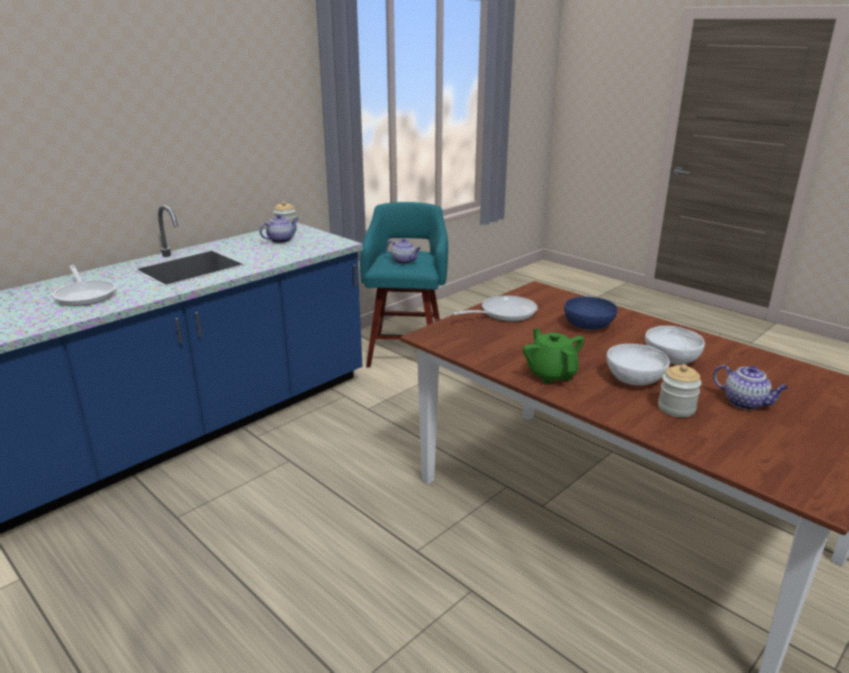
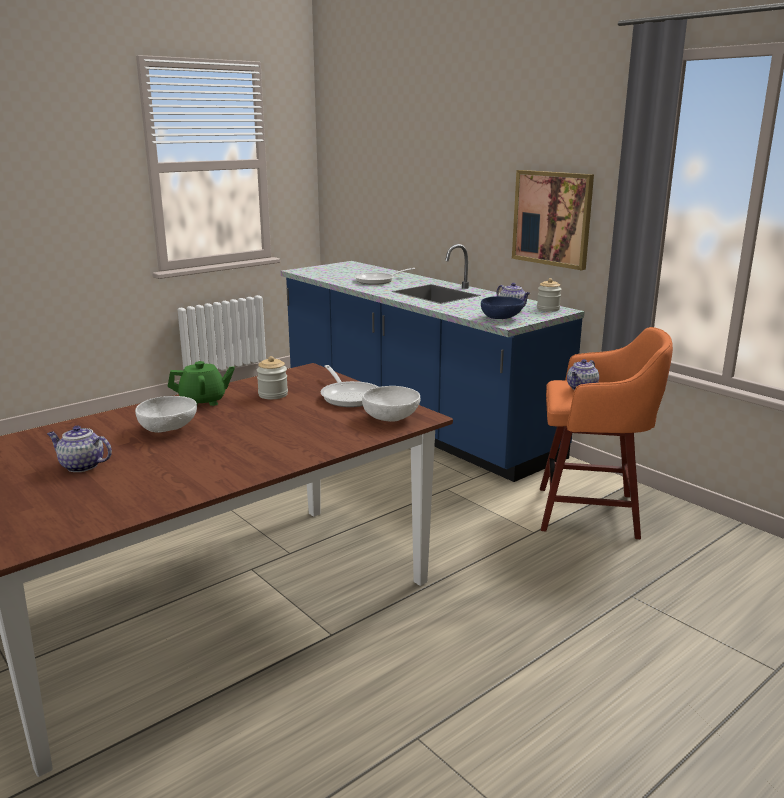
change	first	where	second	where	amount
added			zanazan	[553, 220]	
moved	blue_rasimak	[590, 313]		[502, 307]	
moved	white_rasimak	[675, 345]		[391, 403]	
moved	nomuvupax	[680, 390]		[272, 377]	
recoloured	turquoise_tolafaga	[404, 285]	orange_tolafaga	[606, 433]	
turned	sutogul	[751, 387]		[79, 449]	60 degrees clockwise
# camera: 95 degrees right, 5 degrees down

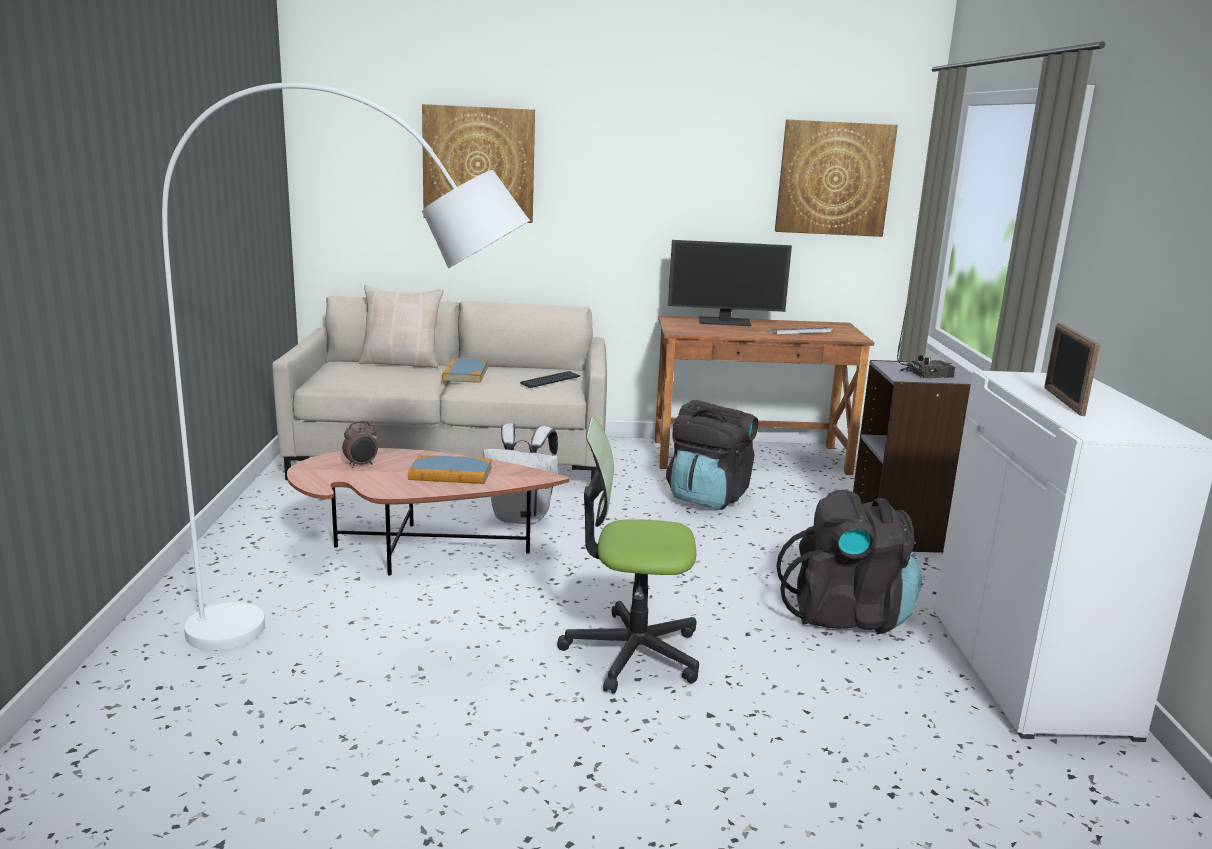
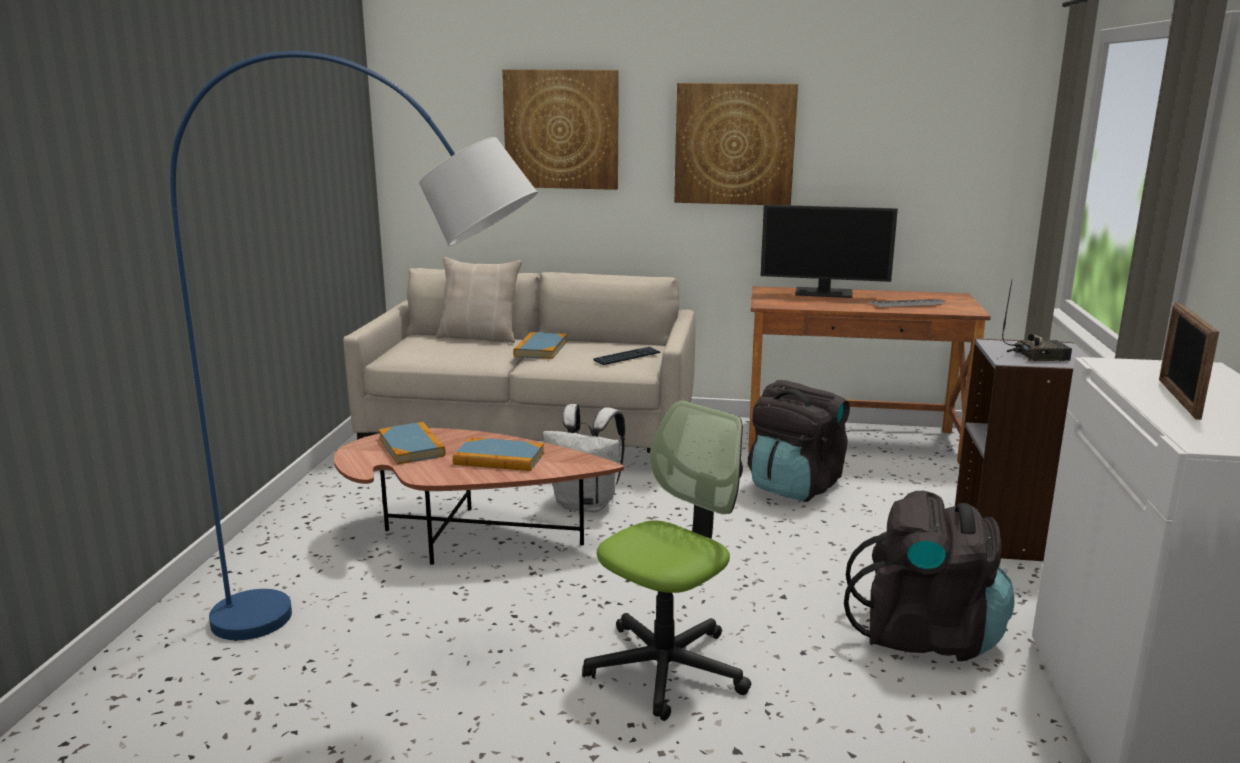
change	first	where	second	where	amount
moved	zanazan	[836, 178]		[736, 144]	
replaced	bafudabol	[360, 444]	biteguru	[412, 443]	
recoloured	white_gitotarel	[346, 366]	blue_gitotarel	[354, 345]	
turned	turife	[628, 555]		[667, 560]	120 degrees clockwise
# camera: 10 degrees right, 0 degrees up

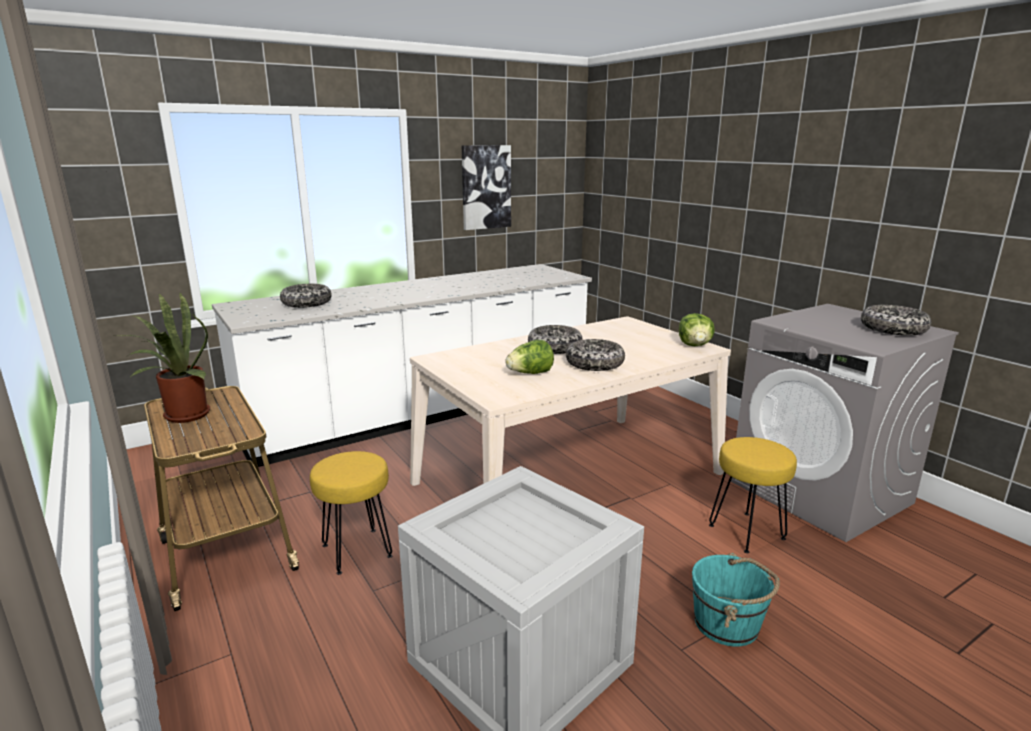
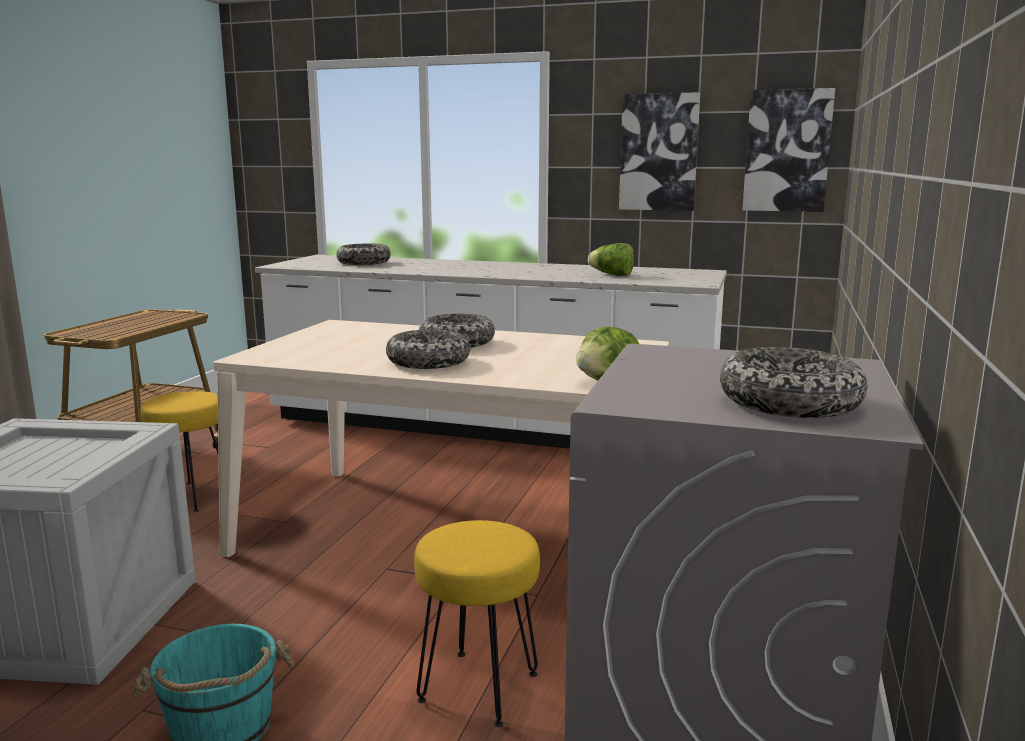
change	first	where	second	where	amount
removed	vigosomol	[163, 357]			
added			zanazan	[789, 150]	
moved	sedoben	[529, 357]		[611, 259]	
# camera: 50 degrees right, 5 degrees down

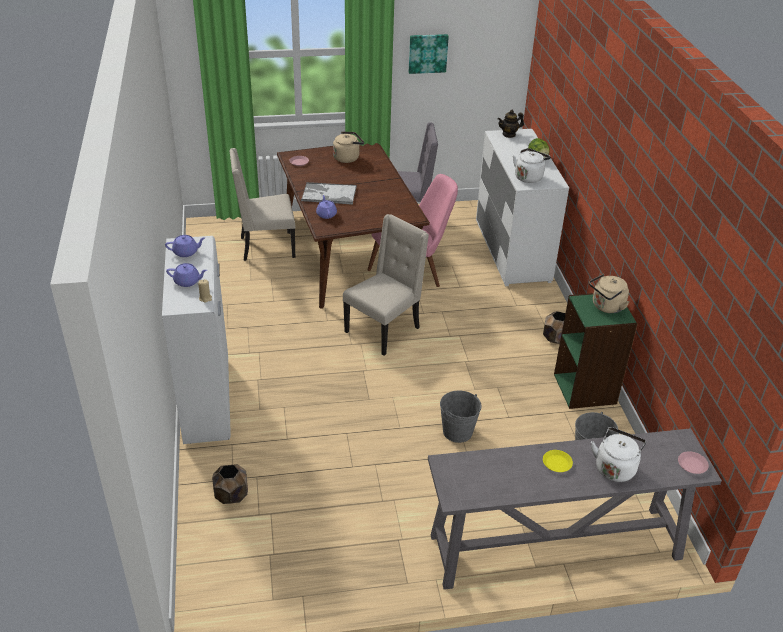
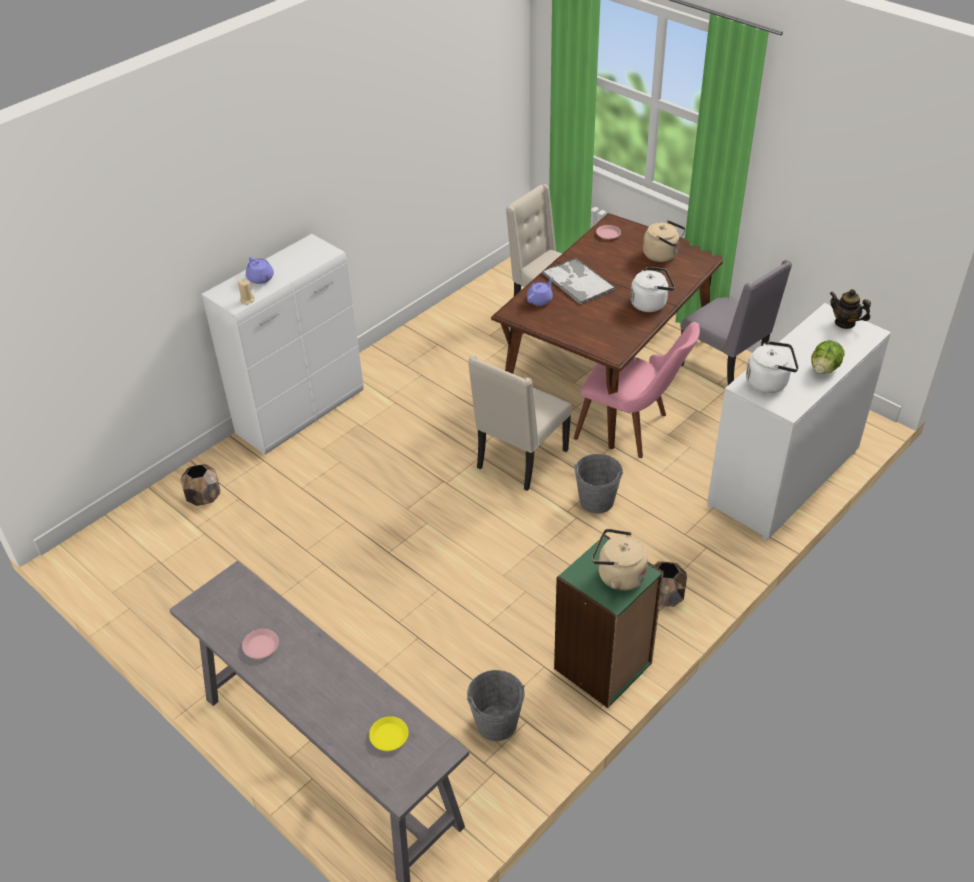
change	first	where	second	where	amount
removed	purple_sutogul	[185, 246]			
removed	zanazan	[429, 54]			
moved	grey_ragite	[461, 416]		[598, 484]	
moved	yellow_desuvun	[558, 461]		[388, 733]	
moved	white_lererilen	[618, 454]		[652, 289]	
moved	pink_desuvun	[693, 462]		[260, 644]	
turned	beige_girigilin	[386, 285]		[520, 423]	120 degrees clockwise
# camera: 55 degrees right, 5 degrees up

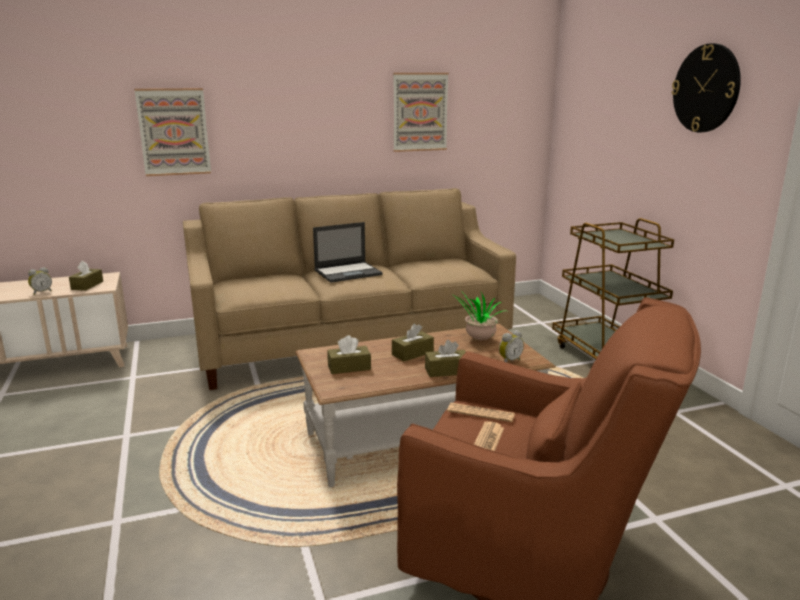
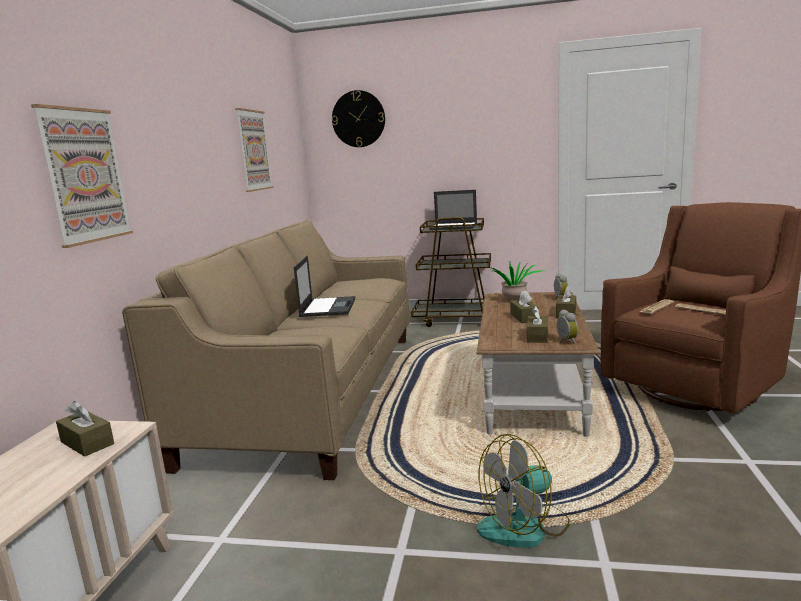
change	first	where	second	where	amount
added			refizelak	[453, 210]	
added			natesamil	[523, 491]	
moved	bafudabol	[40, 281]		[567, 327]	
moved	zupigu	[706, 87]		[358, 118]	
# camera: 60 degrees left, 5 degrees down

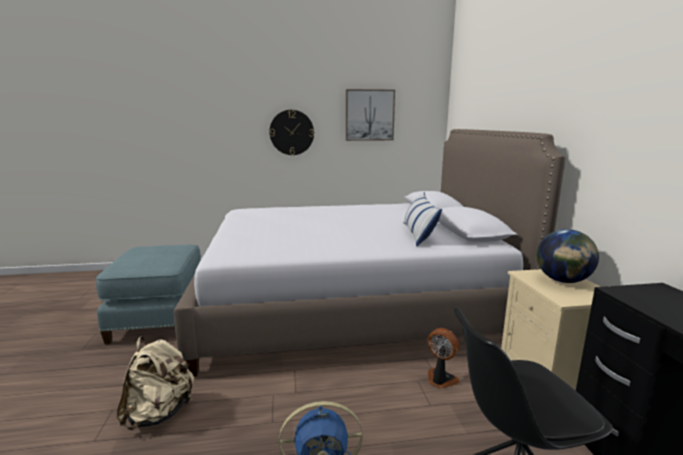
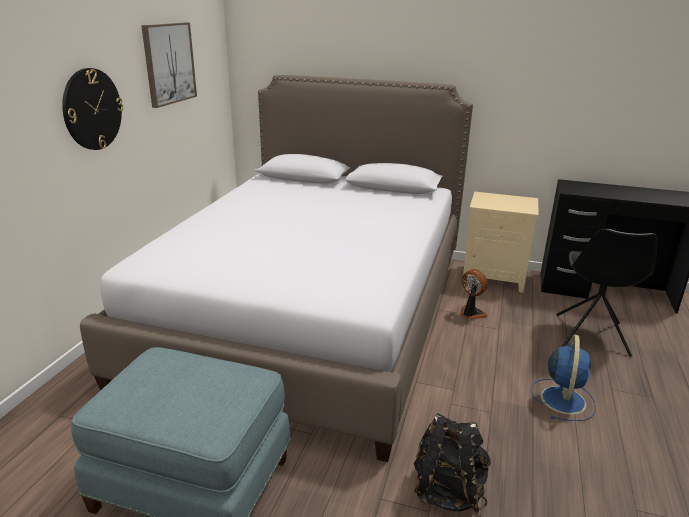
change	first	where	second	where	amount
removed	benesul	[423, 219]			
removed	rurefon	[568, 256]			
recoloured	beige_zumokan	[155, 383]	black_zumokan	[452, 463]	
turned	natesamil	[443, 358]		[474, 294]	75 degrees clockwise
# camera: 65 degrees left, 10 degrees up

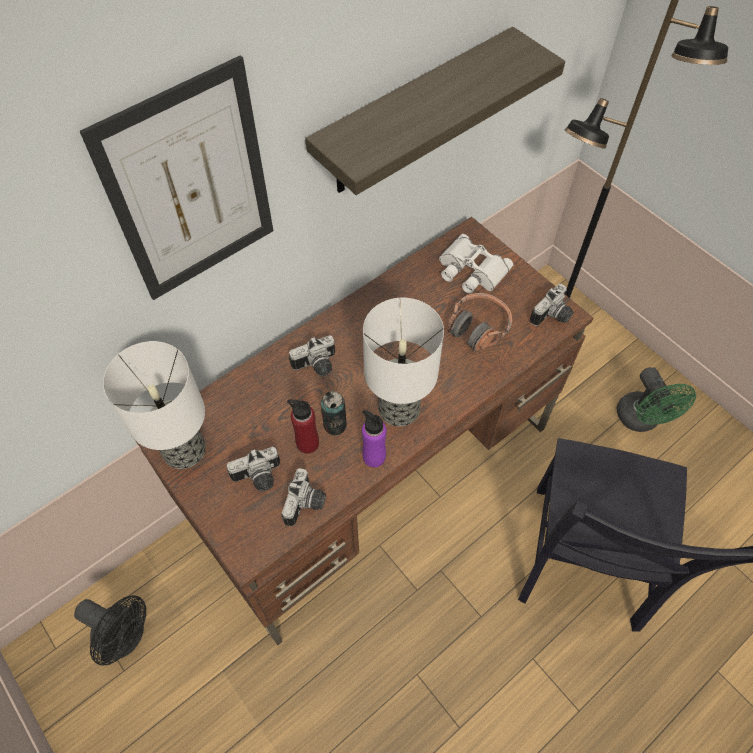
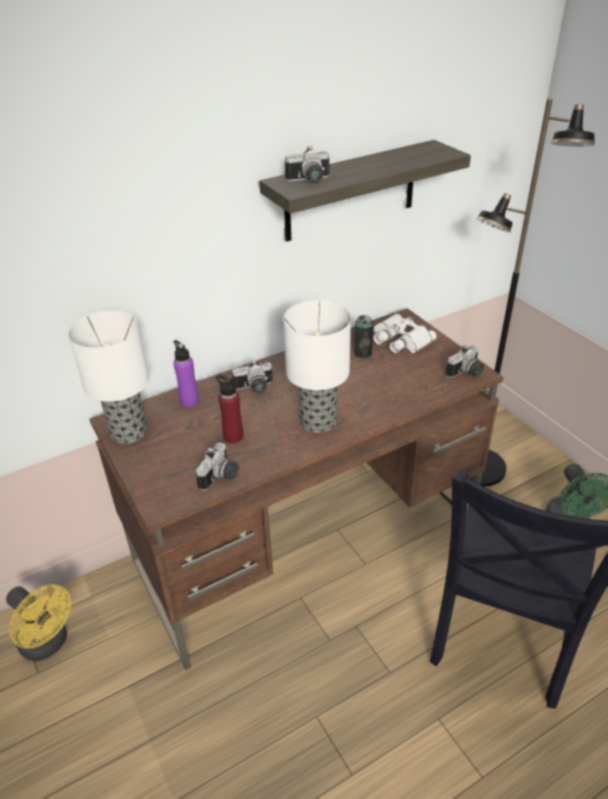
change	first	where	second	where	amount
removed	zanazan	[176, 177]			
removed	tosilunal	[480, 322]			
moved	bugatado	[253, 468]		[307, 164]	
moved	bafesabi	[334, 413]		[363, 336]	
moved	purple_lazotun	[374, 438]		[186, 373]	
recoloured	black_natesamil	[110, 630]	yellow_natesamil	[38, 622]	
# camera: 10 degrees right, 20 degrees down

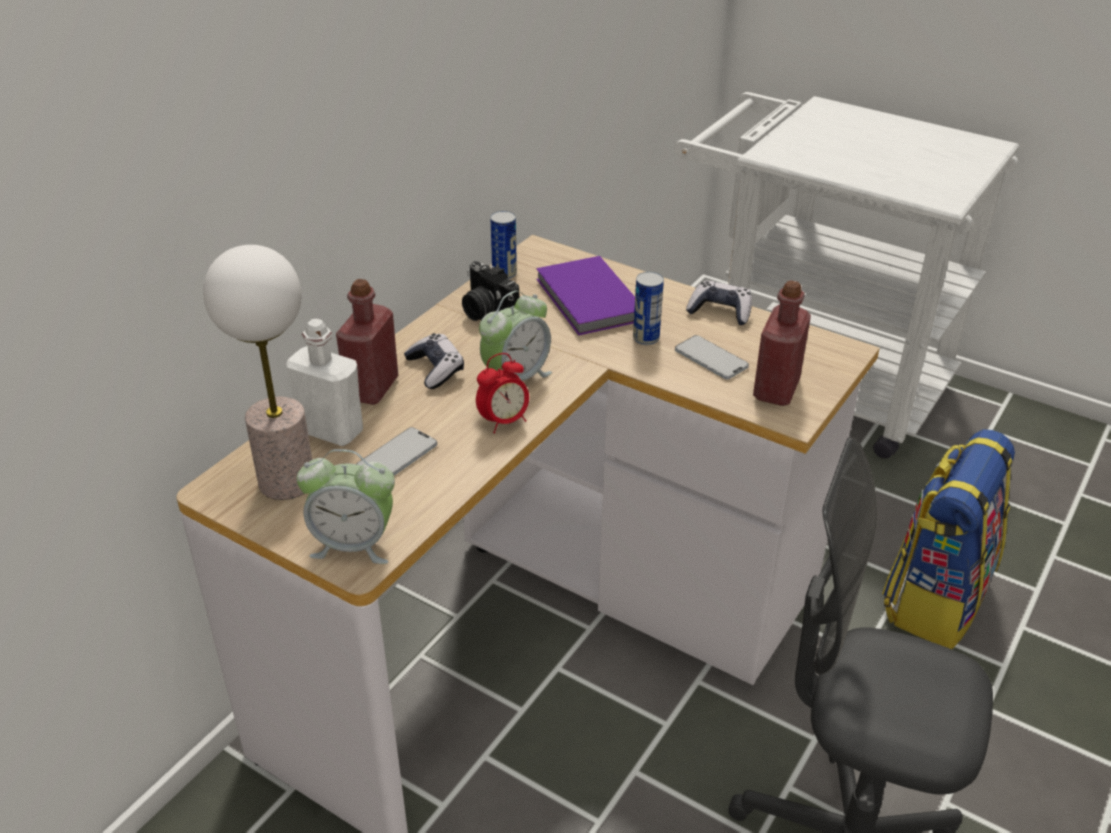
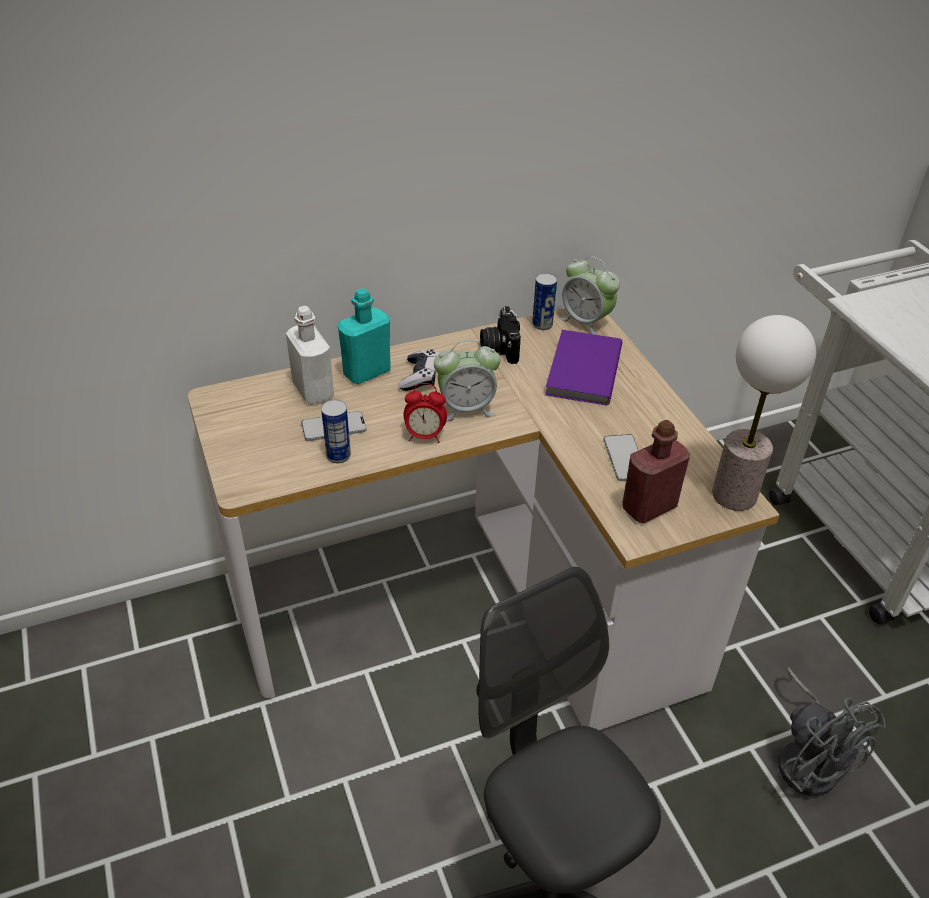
change	first	where	second	where	amount
removed	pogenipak	[719, 302]			
moved	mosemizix	[257, 372]		[764, 413]	
moved	bafudabol	[346, 506]		[589, 295]	
moved	bafesabi	[648, 308]		[336, 431]	
replaced	zumokan	[948, 539]	grey_natesamil	[832, 731]	
recoloured	red_lazotun	[367, 342]	turquoise_lazotun	[364, 336]	
# camera: 35 degrees right, 5 degrees up

